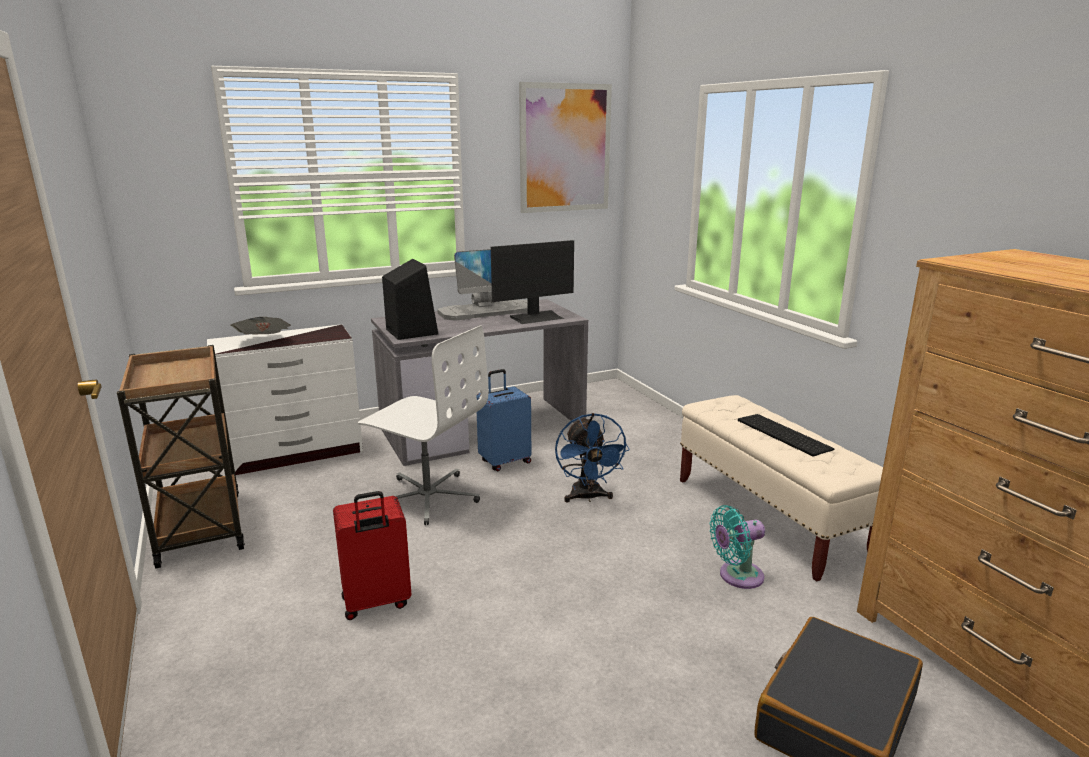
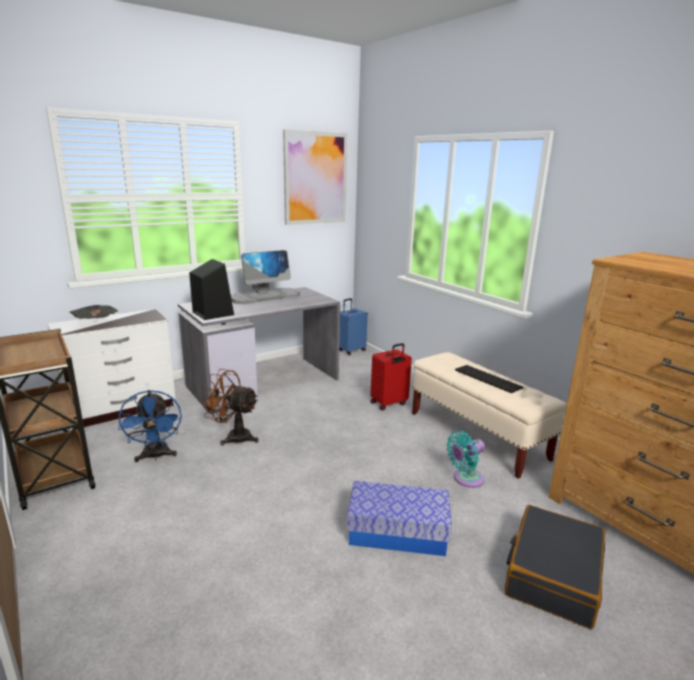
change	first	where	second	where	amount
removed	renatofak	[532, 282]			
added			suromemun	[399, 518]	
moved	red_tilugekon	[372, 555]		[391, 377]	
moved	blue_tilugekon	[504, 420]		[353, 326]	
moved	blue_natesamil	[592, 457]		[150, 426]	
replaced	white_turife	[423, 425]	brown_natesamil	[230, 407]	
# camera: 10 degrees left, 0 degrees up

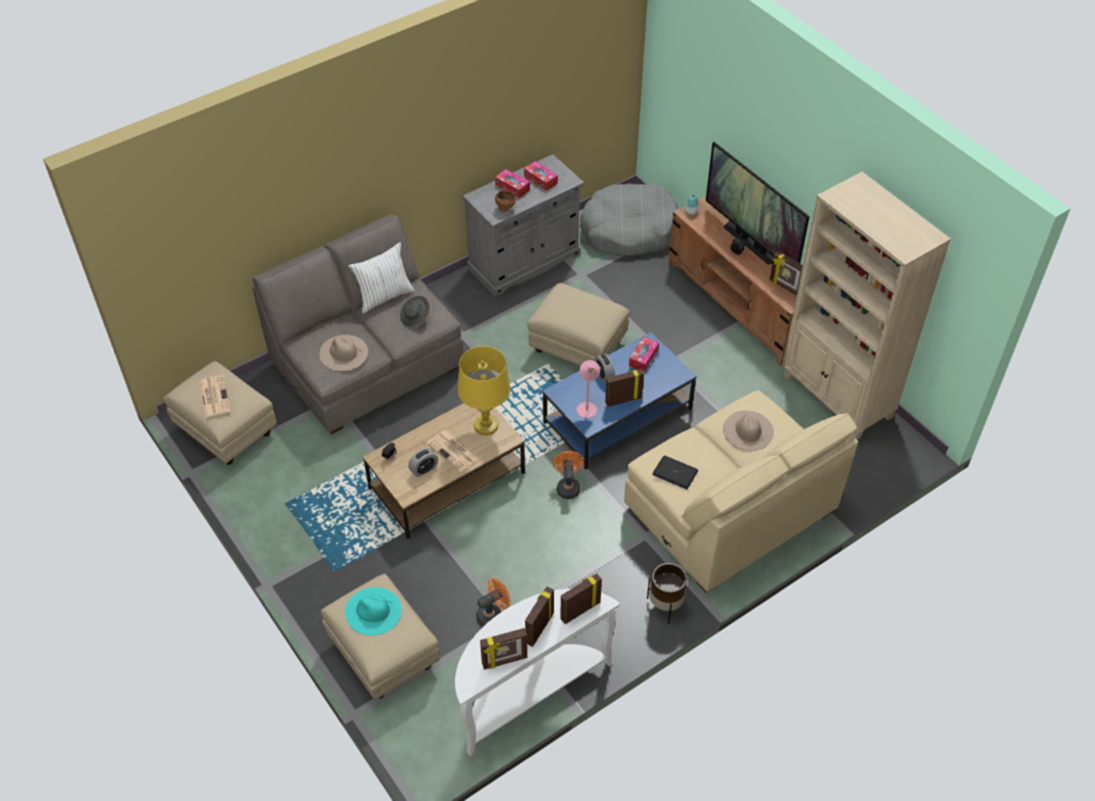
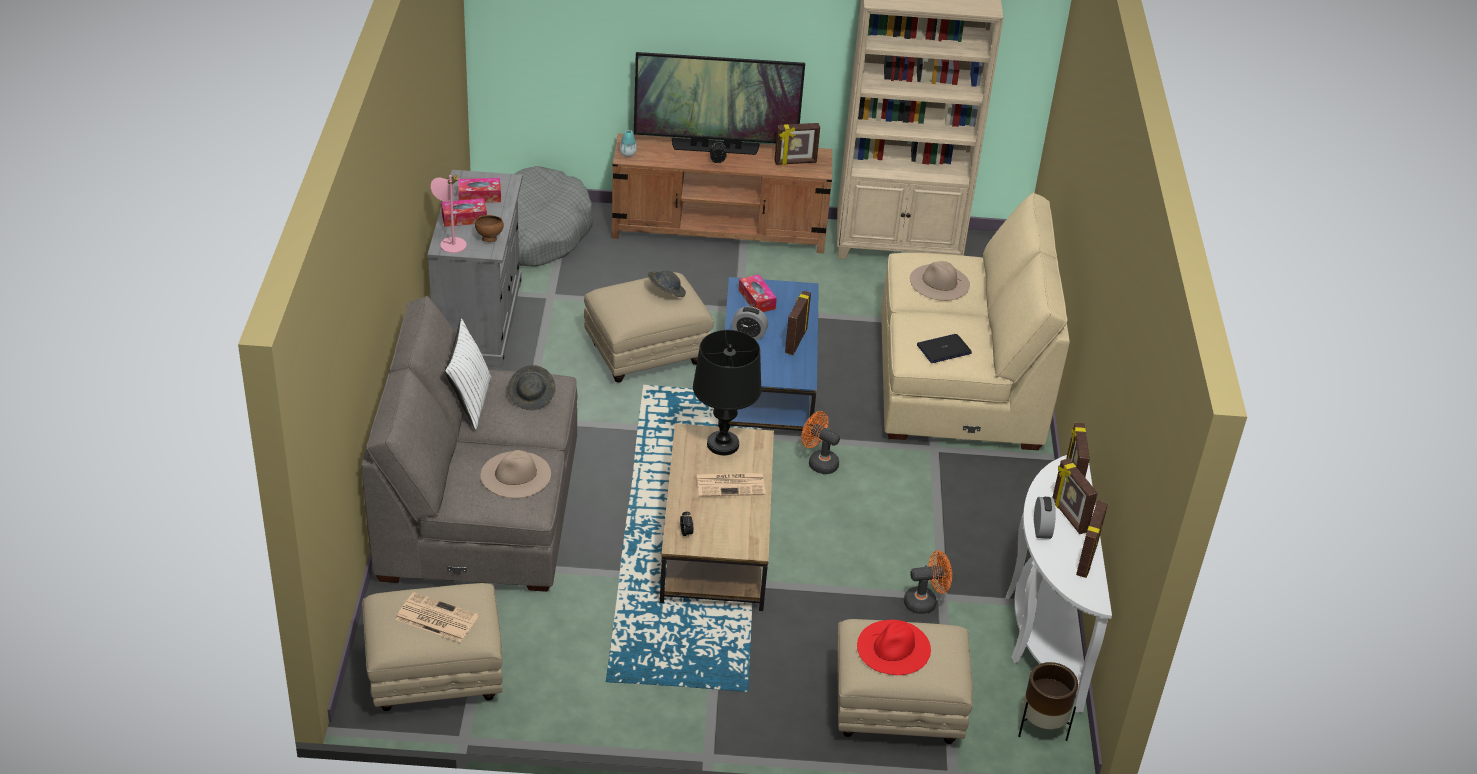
change	first	where	second	where	amount
added			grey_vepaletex	[666, 284]	
moved	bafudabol	[423, 462]		[1045, 518]	
moved	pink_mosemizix	[588, 389]		[449, 214]	
moved	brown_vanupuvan	[667, 593]		[1048, 701]	
recoloured	turquoise_vepaletex	[373, 611]	red_vepaletex	[894, 647]	
recoloured	yellow_mosemizix	[484, 390]	black_mosemizix	[727, 392]	
turned	orange_natesamil	[493, 602]		[928, 582]	75 degrees clockwise
# camera: 55 degrees left, 10 degrees down

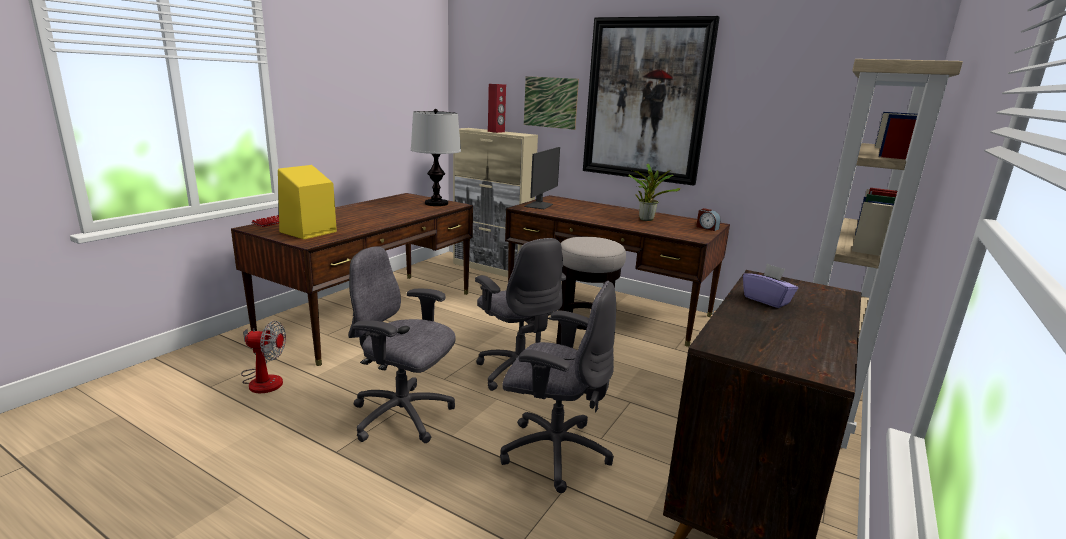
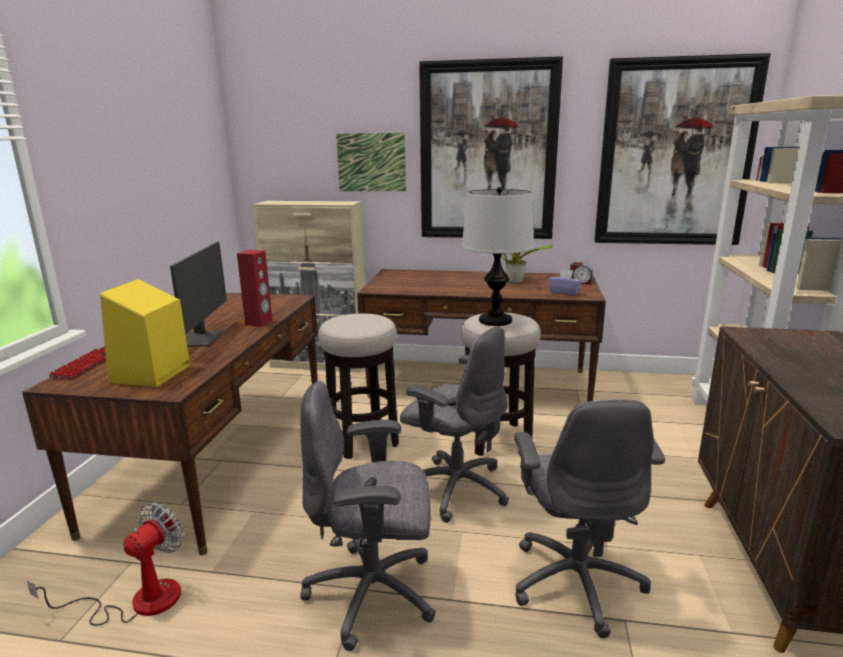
change	first	where	second	where	amount
added			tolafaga	[358, 386]	
added			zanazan	[682, 149]	
moved	mosemizix	[436, 157]		[498, 256]	
moved	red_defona	[497, 108]		[255, 288]	
moved	renatofak	[542, 178]		[198, 294]	
moved	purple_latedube	[770, 286]		[565, 282]	
turned	natesamil	[263, 357]		[105, 564]	45 degrees counterclockwise
turned	grey_turife	[558, 387]		[589, 518]	90 degrees clockwise
# camera: 20 degrees left, 0 degrees up

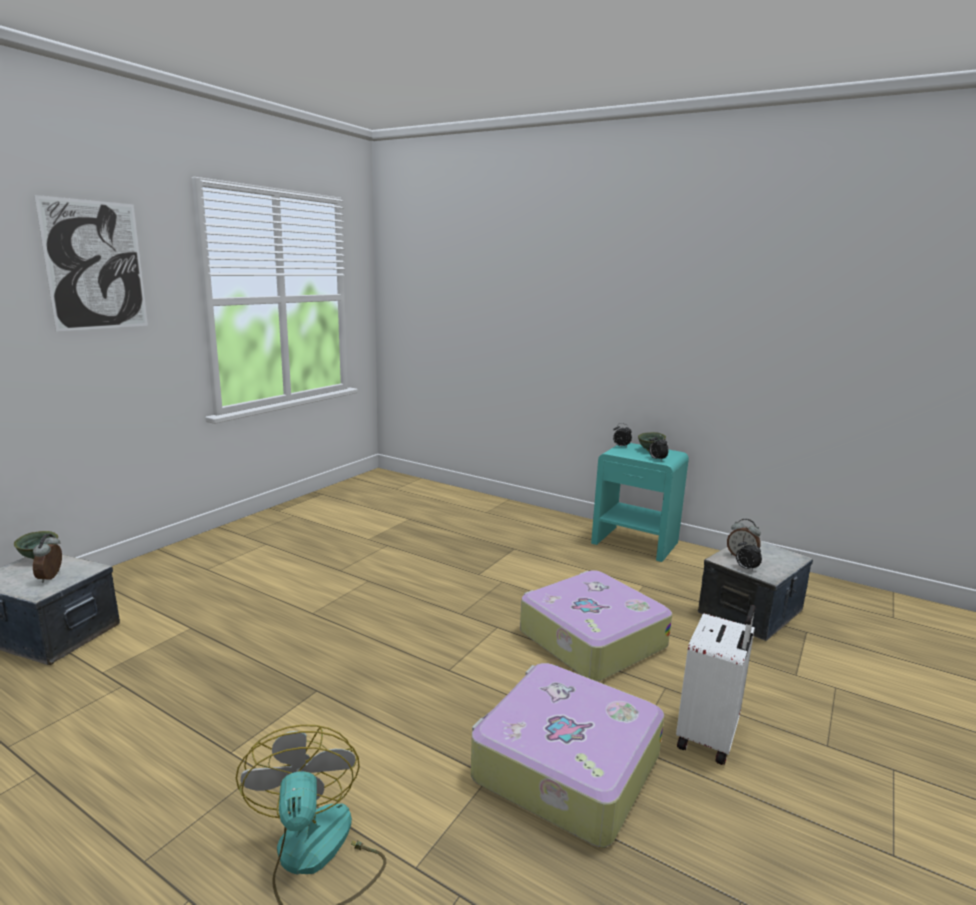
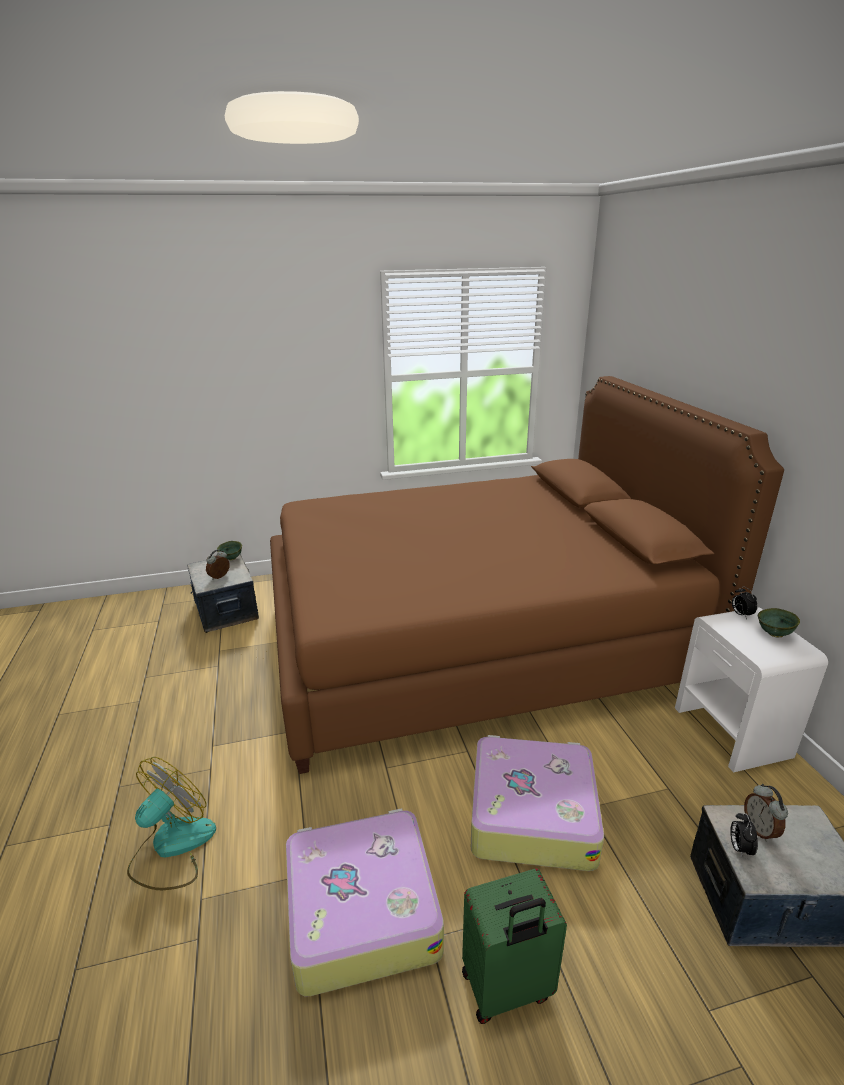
change	first	where	second	where	amount
removed	zanazan	[91, 263]			
removed	bafudabol	[659, 448]			
added			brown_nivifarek	[527, 575]	
recoloured	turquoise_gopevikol	[640, 502]	white_gopevikol	[751, 689]	
recoloured	white_tilugekon	[715, 685]	green_tilugekon	[514, 946]	
# camera: 45 degrees right, 10 degrees up

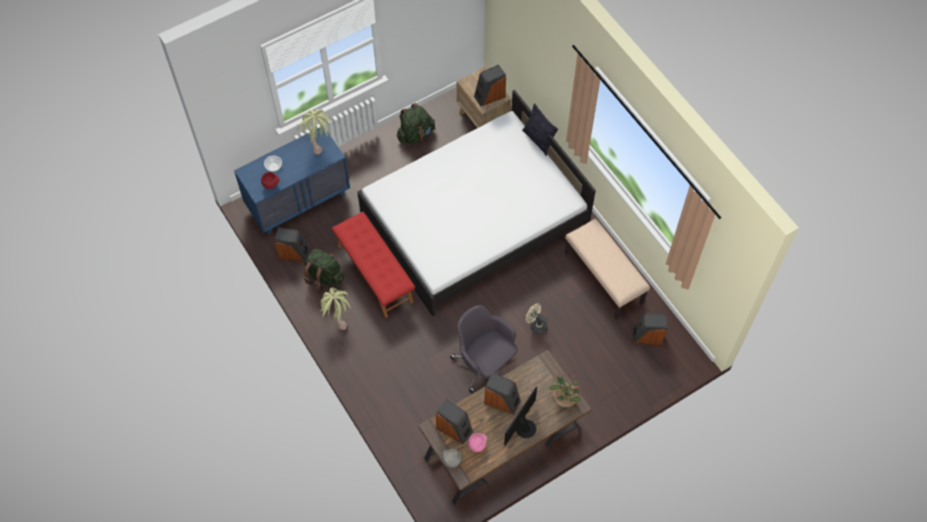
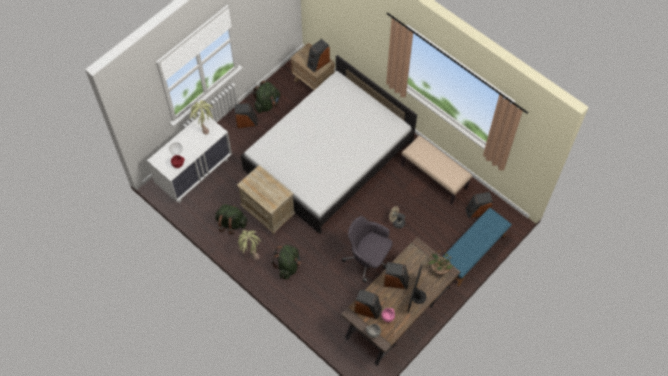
change	first	where	second	where	amount
removed	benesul	[540, 130]			
added			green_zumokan	[286, 262]	
added			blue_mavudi	[477, 247]	
moved	defona	[292, 245]		[246, 116]	
replaced	red_mavudi	[373, 265]	beige_gopevikol	[266, 199]	
recoloured	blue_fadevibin	[292, 180]	white_fadevibin	[189, 158]	
# camera: 15 degrees left, 0 degrees up

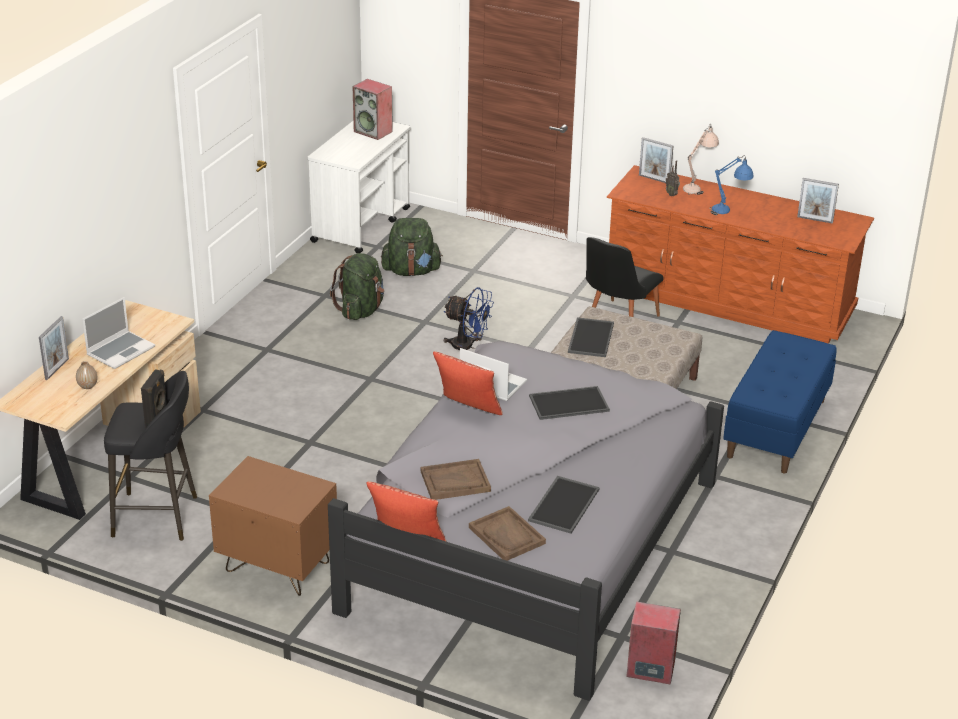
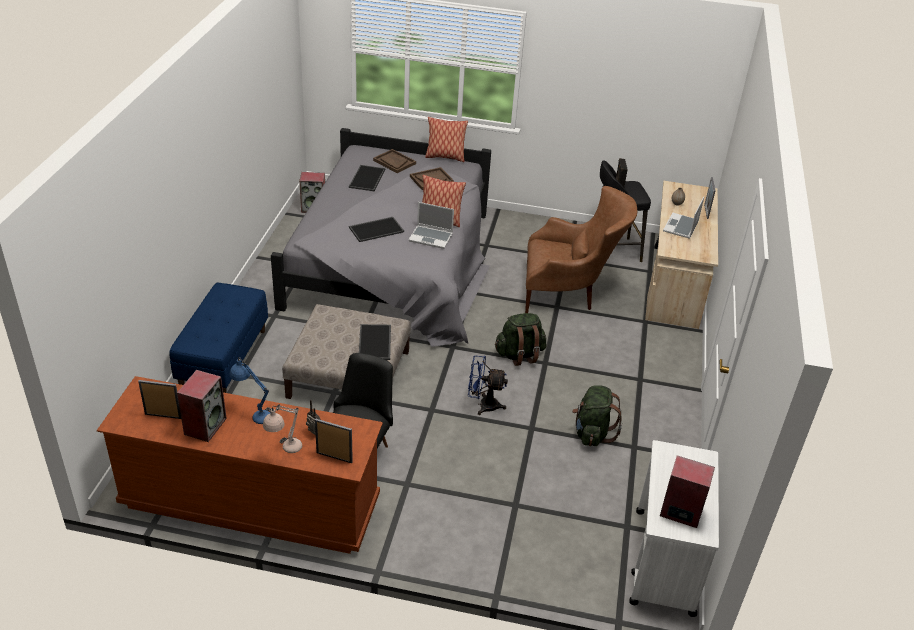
change	first	where	second	where	amount
removed	brown_gopevikol	[273, 526]			
added			defona	[202, 406]	
added			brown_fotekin	[581, 249]	
moved	green_zumokan	[412, 247]		[520, 339]	
# camera: 165 degrees right, 5 degrees up

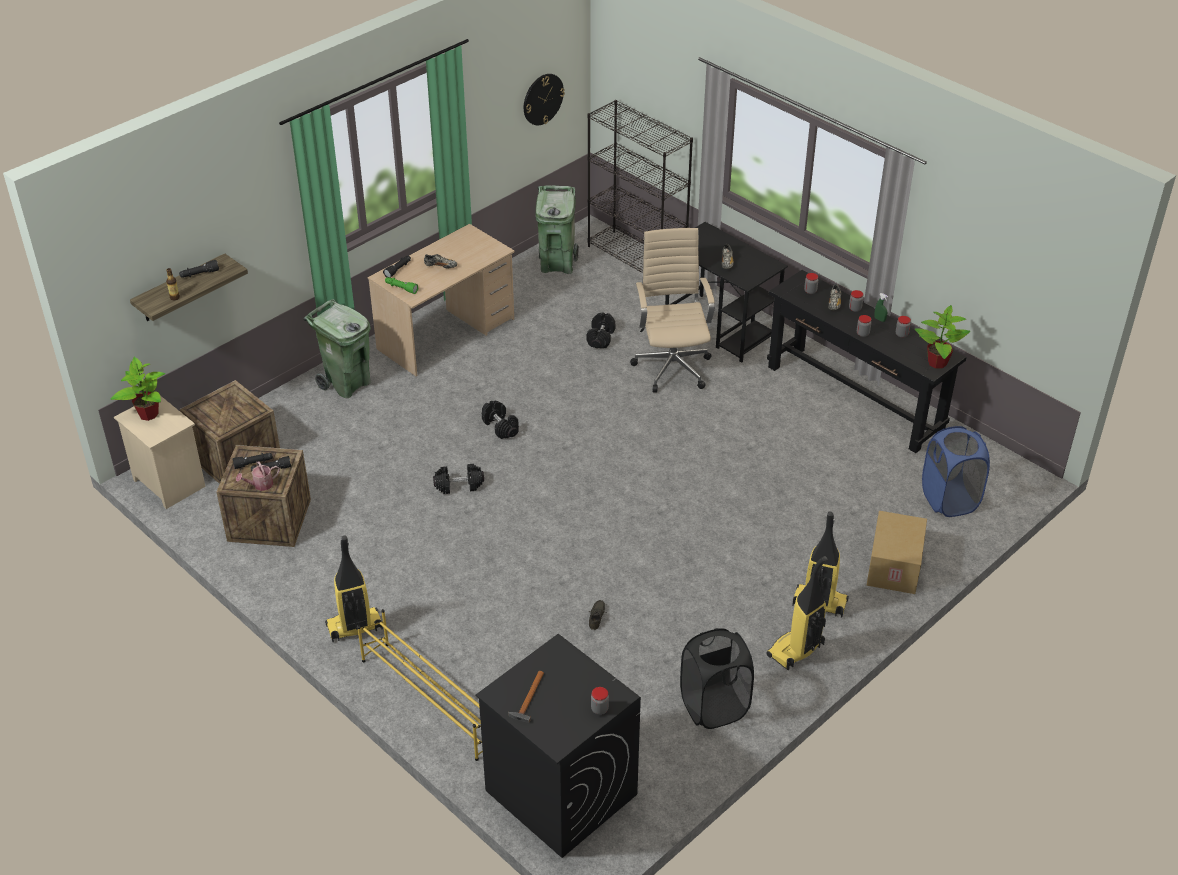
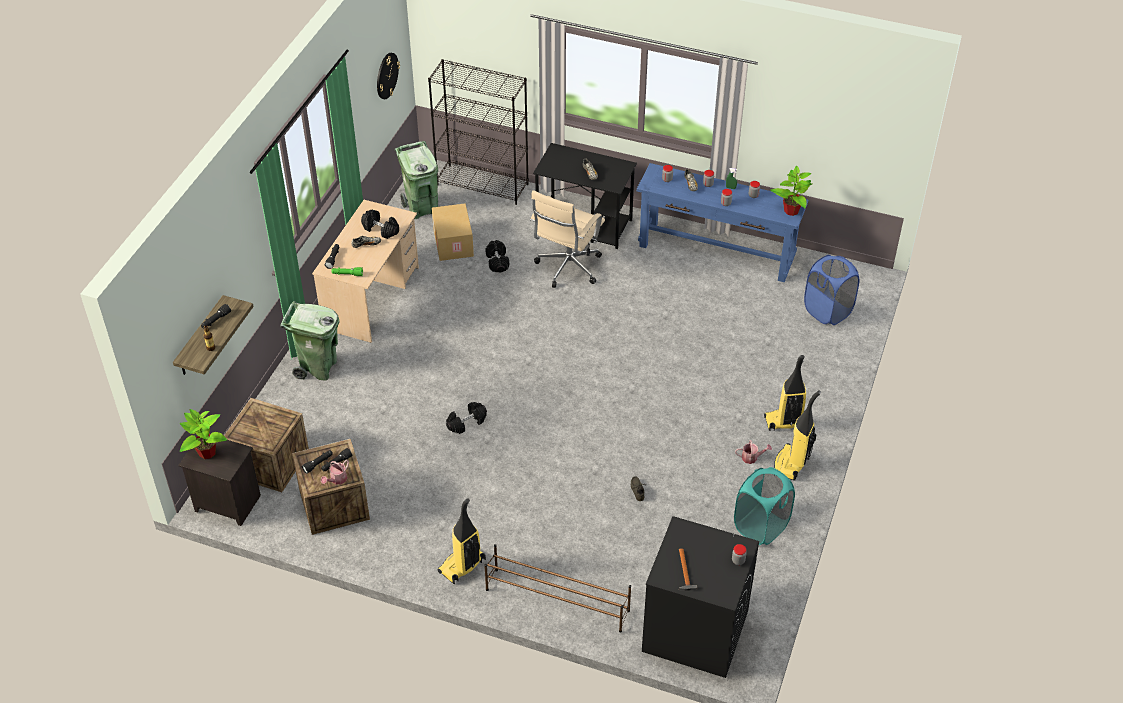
change	first	where	second	where	amount
added			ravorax	[753, 452]	
moved	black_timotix	[500, 420]		[380, 224]	
moved	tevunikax	[897, 552]		[453, 232]	
recoloured	beige_gopevikol	[160, 452]	black_gopevikol	[219, 483]	
recoloured	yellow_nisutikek	[420, 685]	brown_nisutikek	[557, 588]	
recoloured	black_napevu	[717, 678]	turquoise_napevu	[764, 506]	
recoloured	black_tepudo	[867, 361]	blue_tepudo	[722, 222]	
turned	beige_turife	[672, 310]		[567, 239]	120 degrees counterclockwise
# camera: 25 degrees left, 5 degrees up

